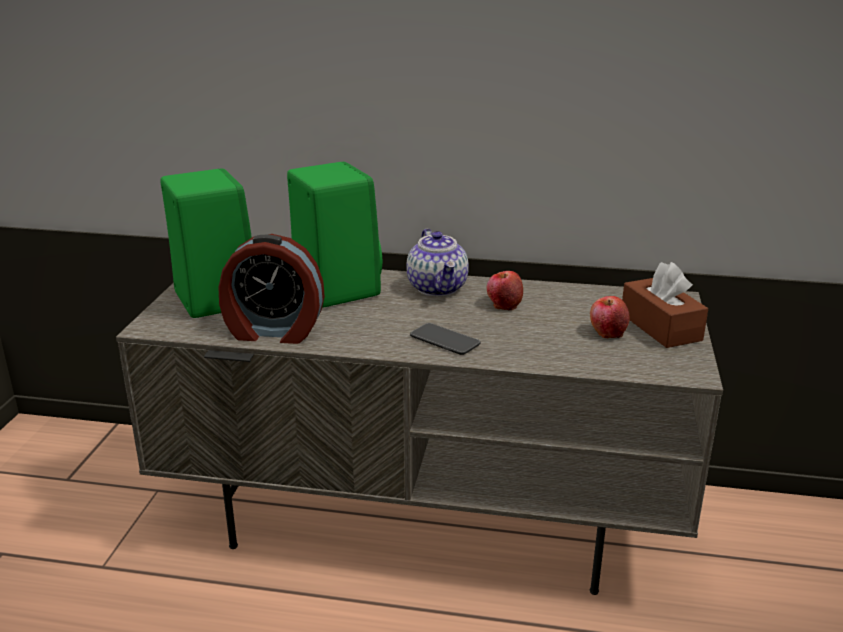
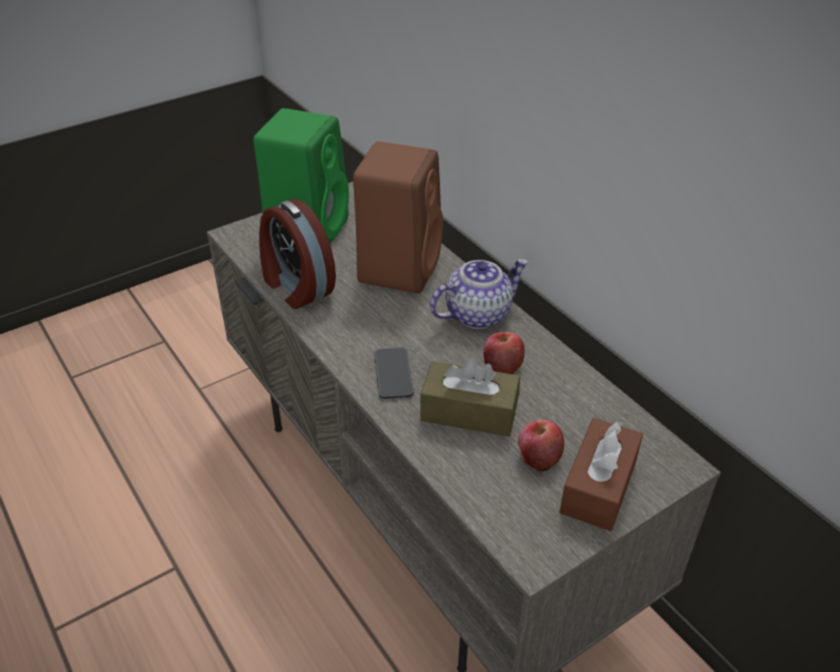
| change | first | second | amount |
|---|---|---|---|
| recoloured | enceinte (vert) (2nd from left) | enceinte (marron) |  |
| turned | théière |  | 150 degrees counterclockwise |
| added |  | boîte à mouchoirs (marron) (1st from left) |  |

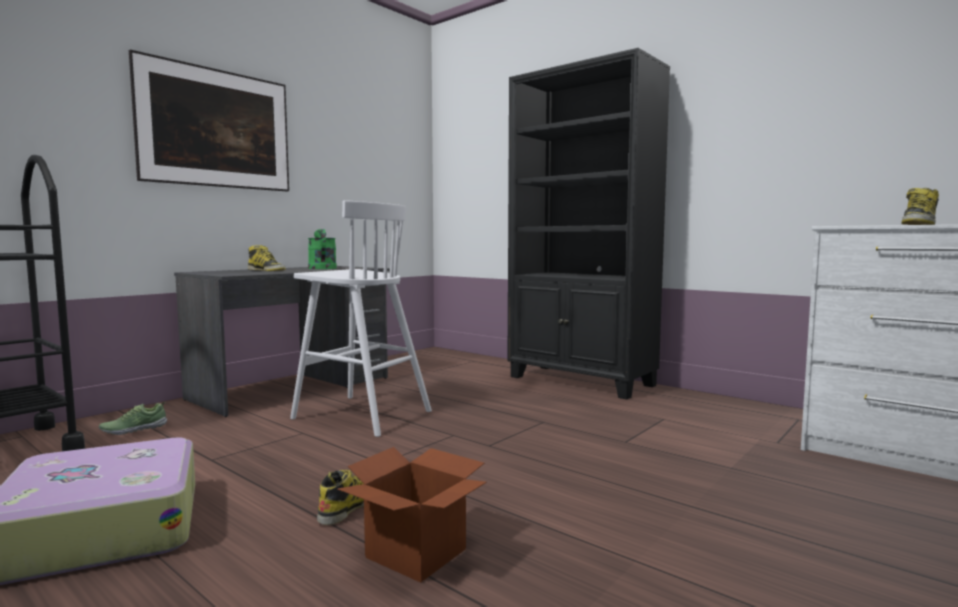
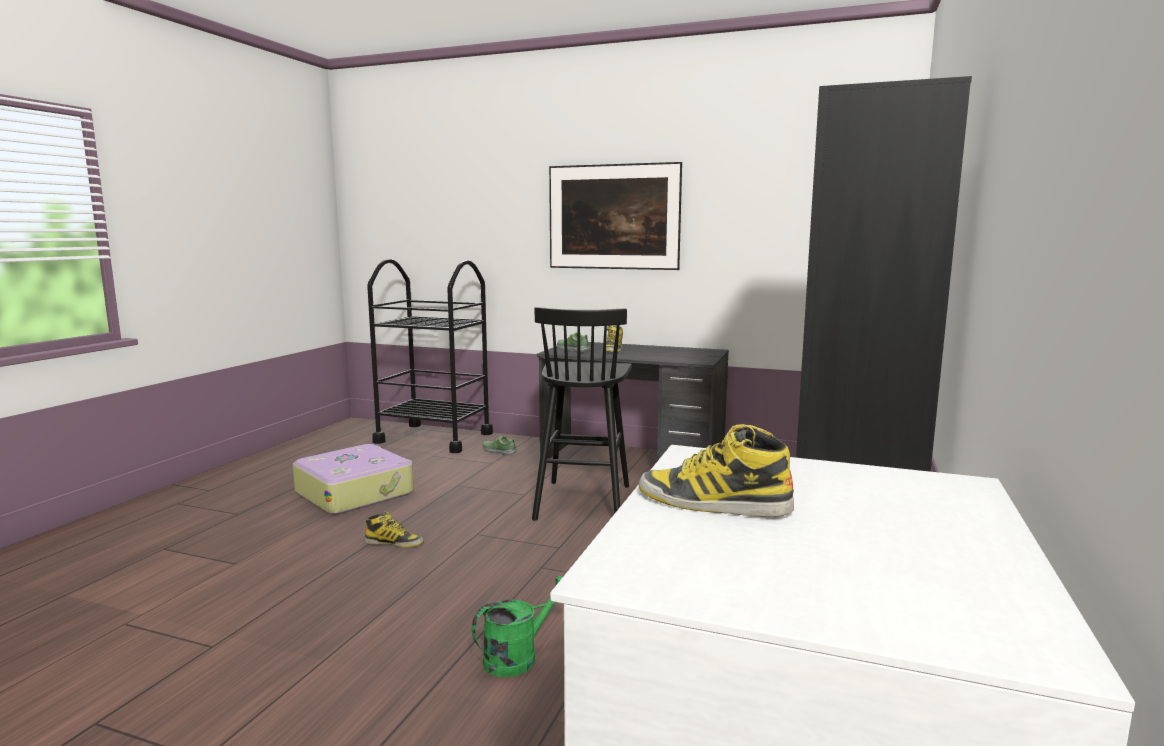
| change | first | second | amount |
|---|---|---|---|
| recoloured | tabouret (blanc) | tabouret (noir) |  |
| moved | arrosoir (vert) |  |  |
| removed | carton |  |  |
| added |  | chaussure (2nd from left) |  |

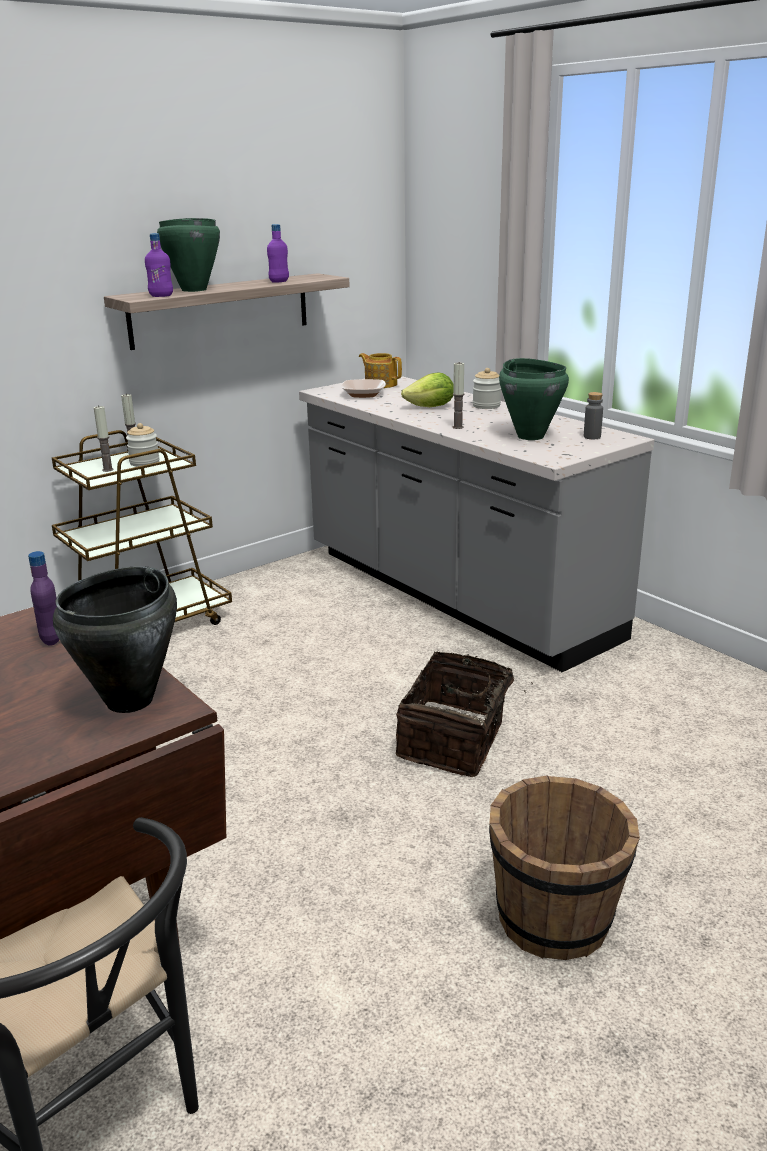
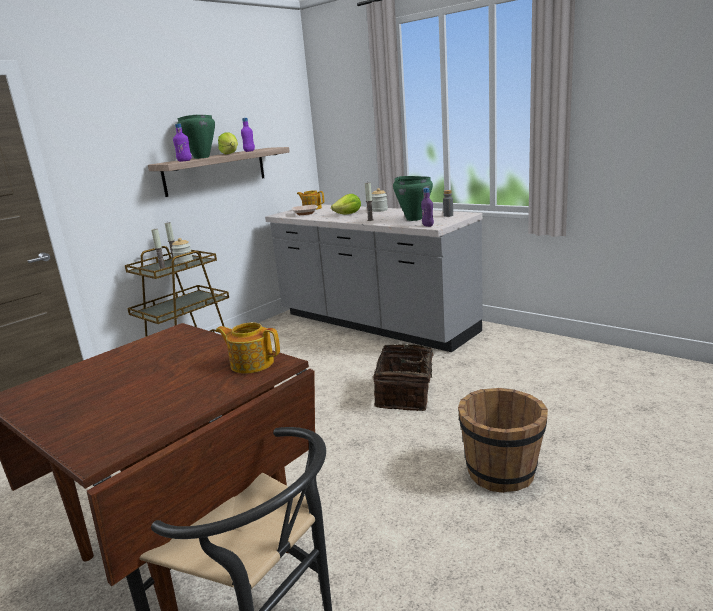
| change | first | second | amount |
|---|---|---|---|
| moved | bouteille (violet) (1st from left in the first image) | bouteille (violet) (3rd from left) |  |
| replaced | marmite (noir) | théière (1st from left) |  |
| added |  | laitue (1st from left) |  |

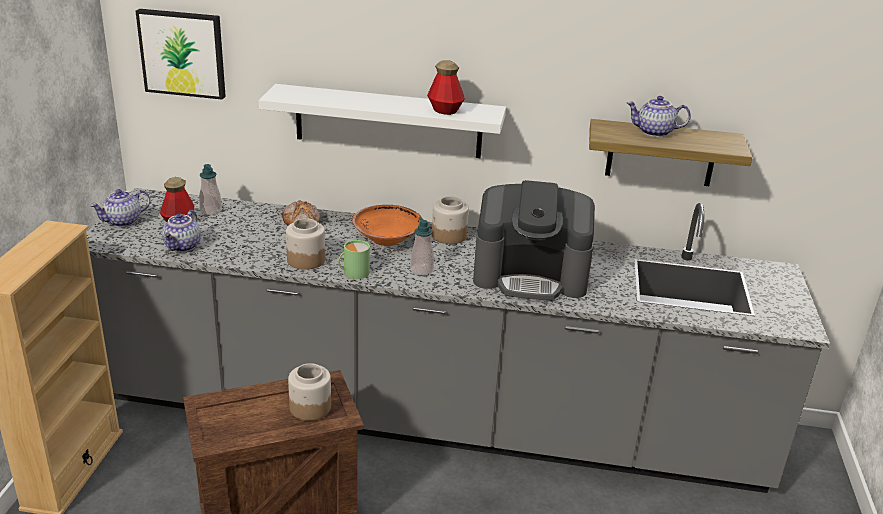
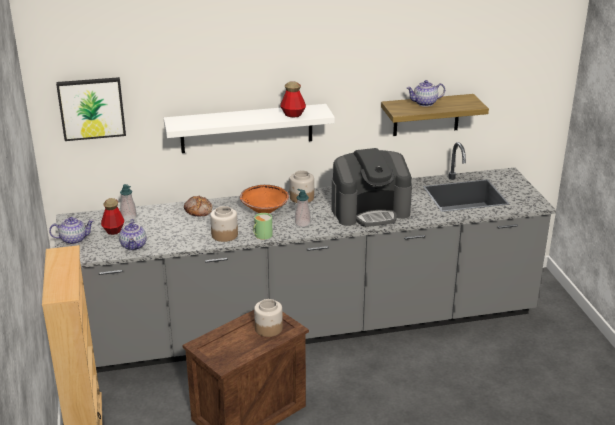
| change | first | second | amount |
|---|---|---|---|
| turned | théière (1st from left) |  | 135 degrees counterclockwise |

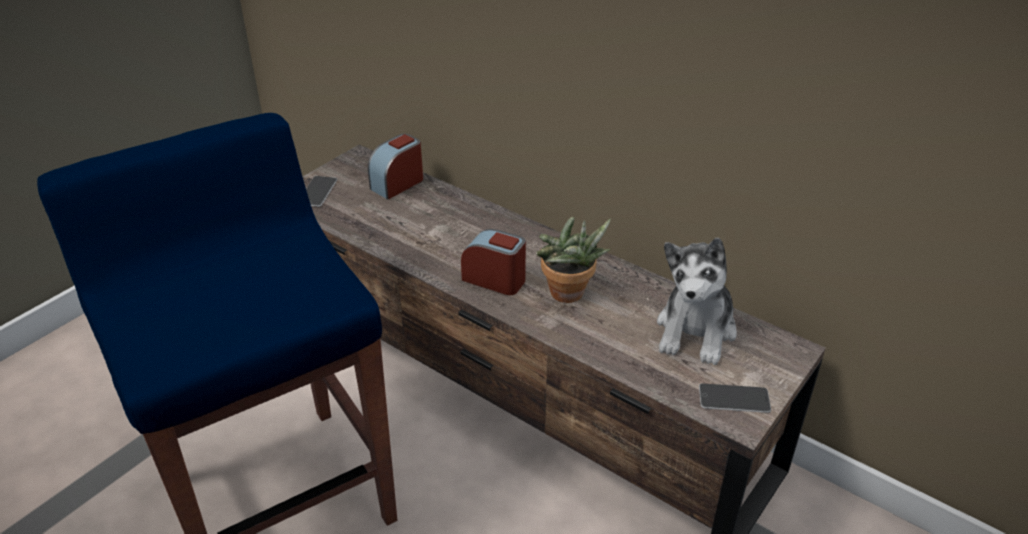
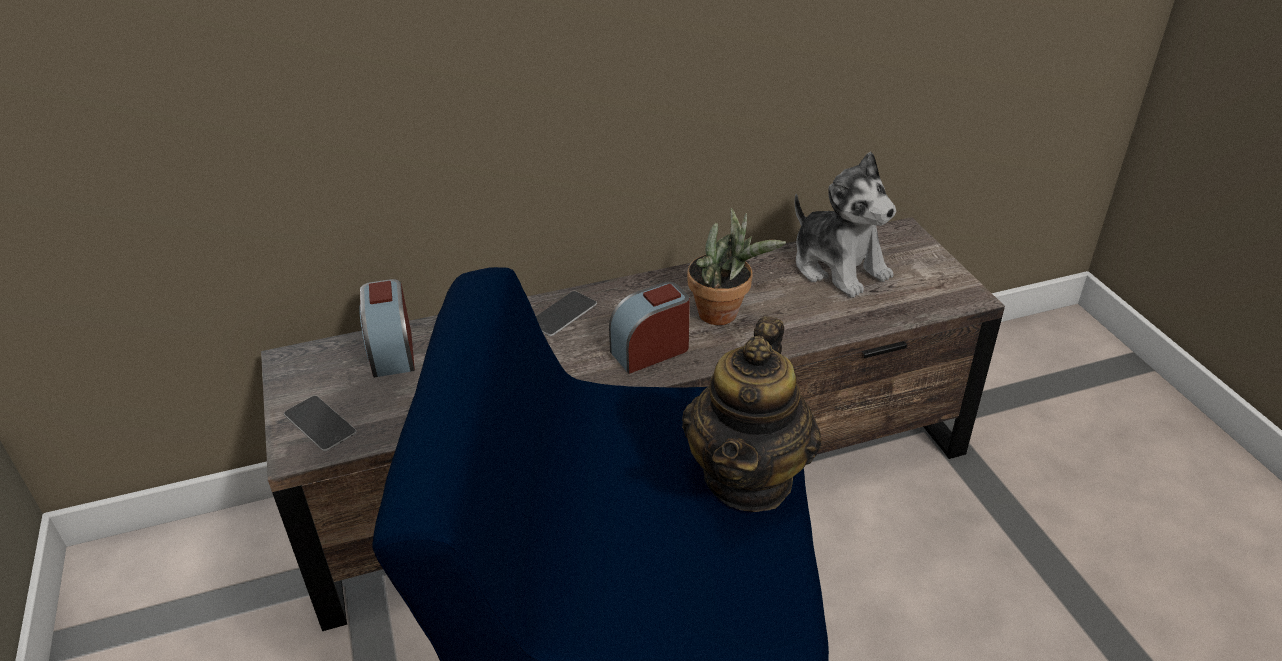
| change | first | second | amount |
|---|---|---|---|
| moved | téléphone (2nd from left) |  |  |
| added |  | théière |  |

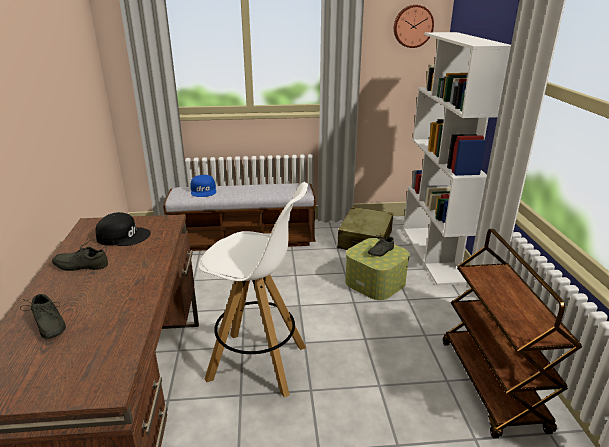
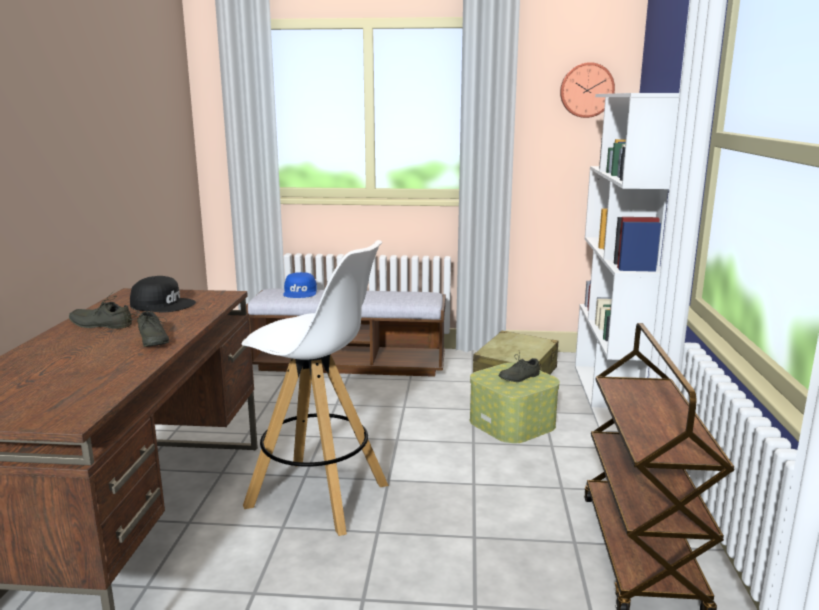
| change | first | second | amount |
|---|---|---|---|
| moved | chaussure (gris) (1st from left in the first image) | chaussure (gris) (2nd from left) |  |

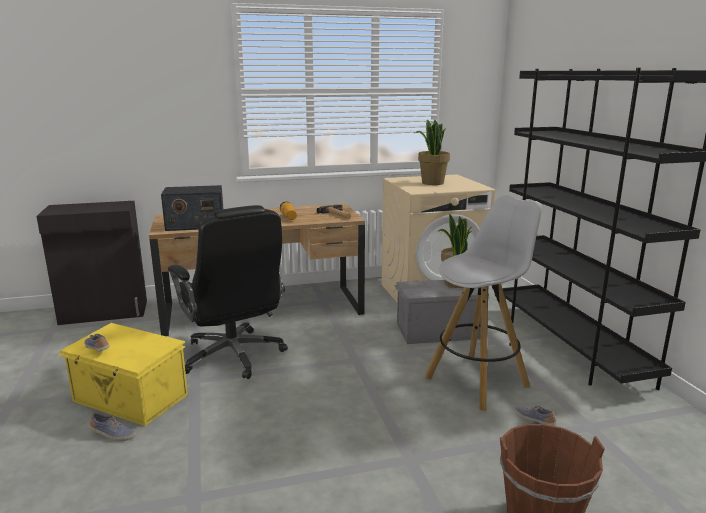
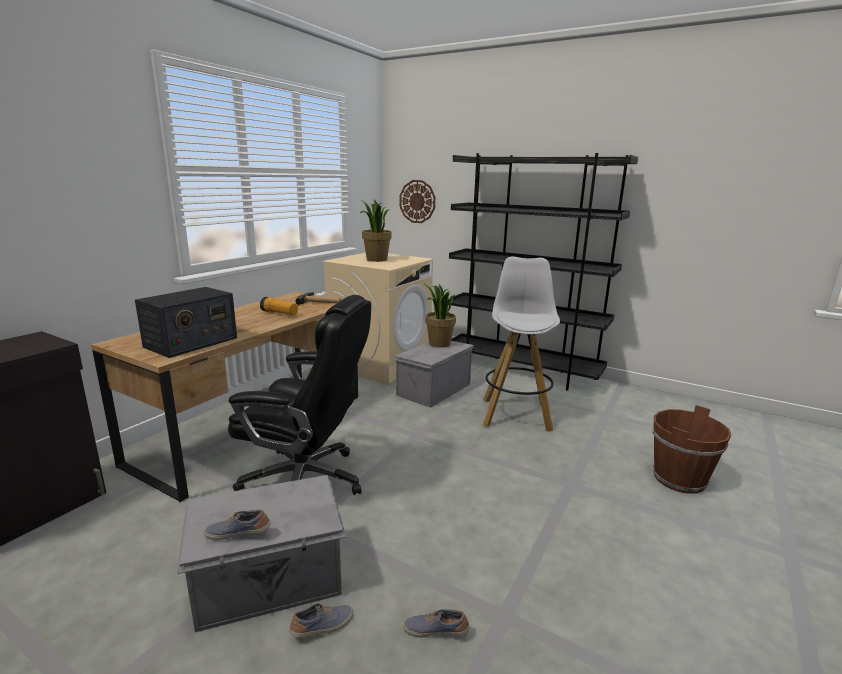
| change | first | second | amount |
|---|---|---|---|
| recoloured | boîte de rangement (jaune) | boîte de rangement (gris) (1st from left) |  |
| moved | chaussure (3rd from left) |  |  |
| added |  | horloge murale |  |

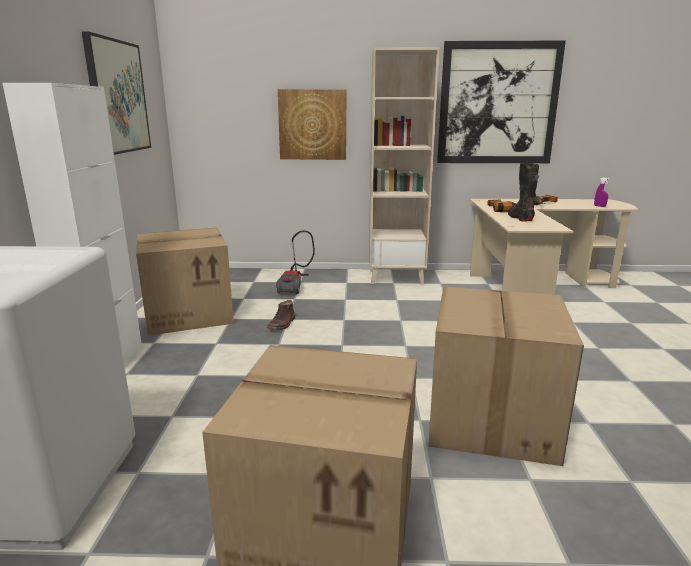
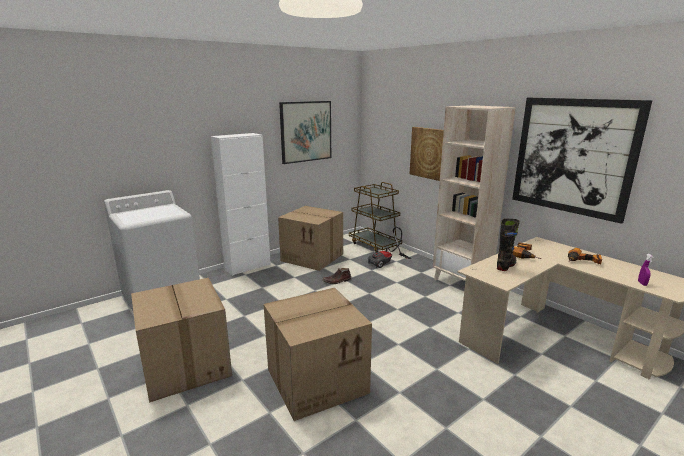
| change | first | second | amount |
|---|---|---|---|
| added |  | chariot (marron) |  |

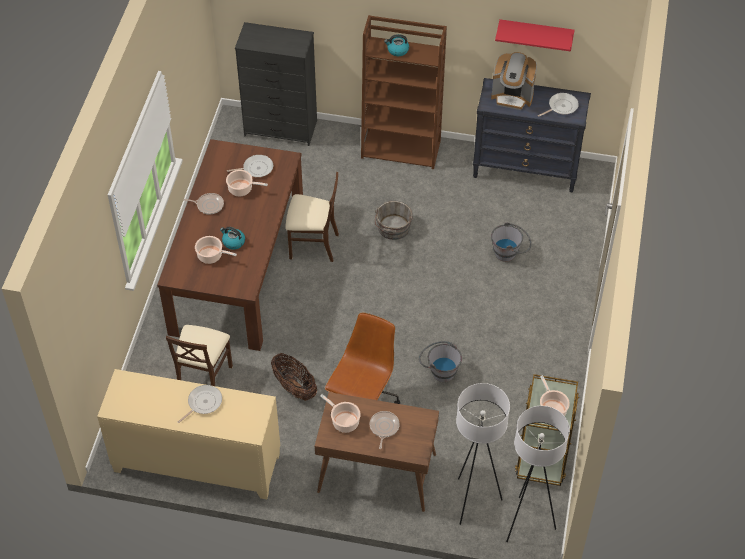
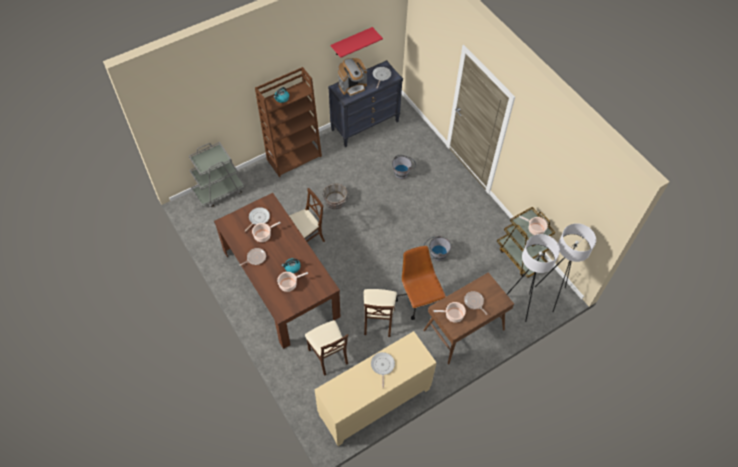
| change | first | second | amount |
|---|---|---|---|
| replaced | commode (noir) (1st from left) | chariot (gris) |  |
| replaced | panier | chaise (beige) (3rd from left) |  |

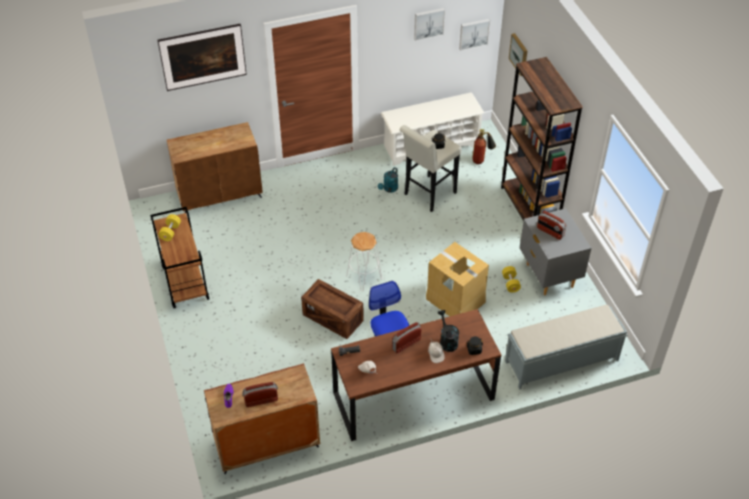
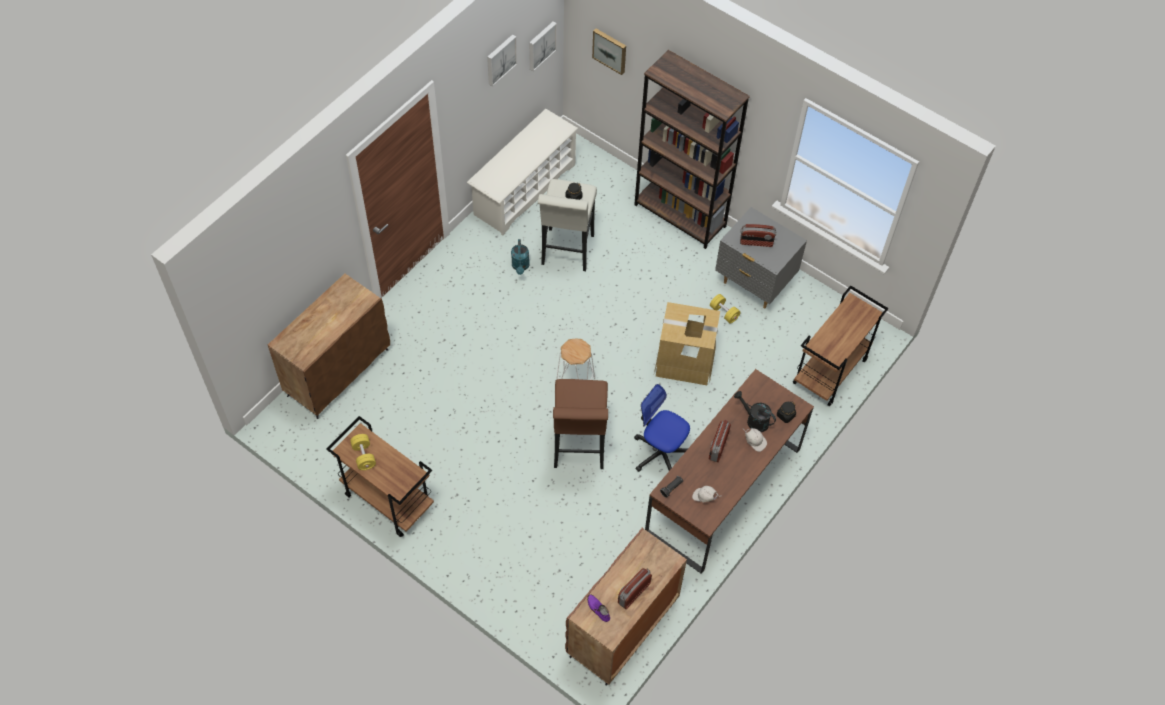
| change | first | second | amount |
|---|---|---|---|
| removed | tableau (1st from left) |  |  |
| replaced | caisse | tabouret (marron) |  |
| removed | extincteur |  |  |
| replaced | banc (gris) | chariot (marron) (2nd from left) |  |

